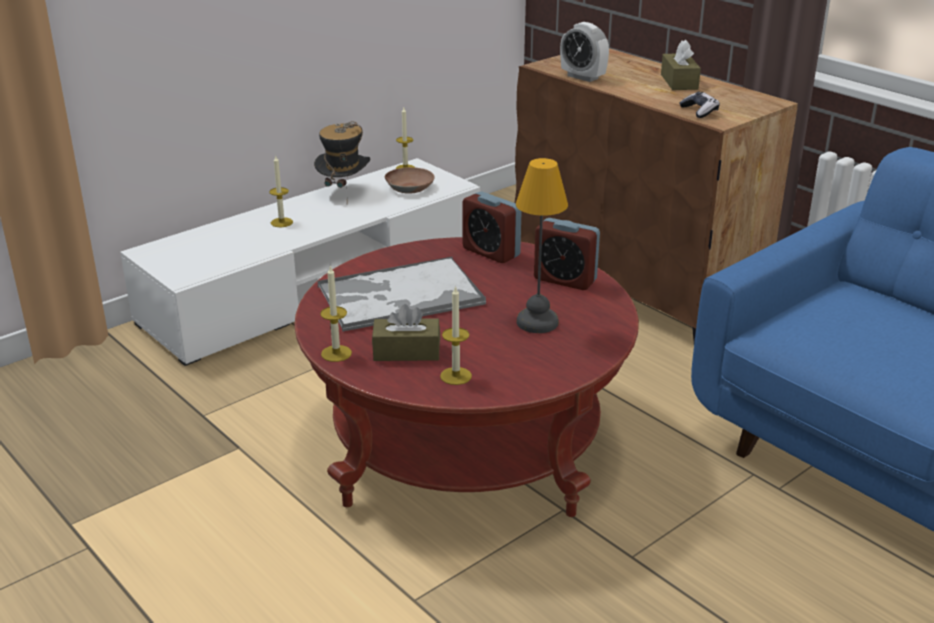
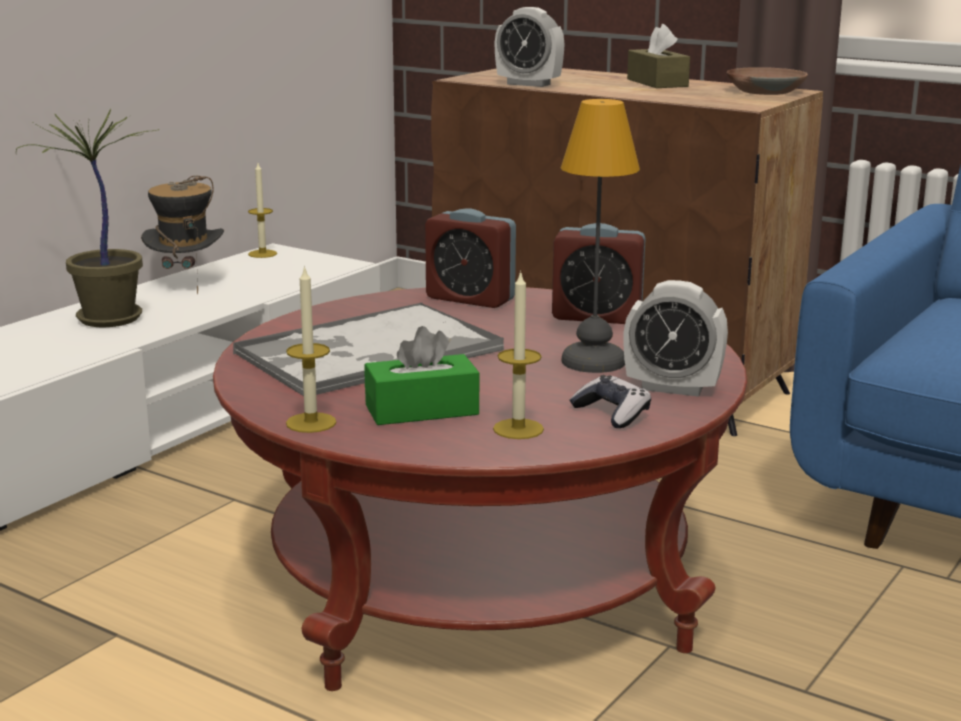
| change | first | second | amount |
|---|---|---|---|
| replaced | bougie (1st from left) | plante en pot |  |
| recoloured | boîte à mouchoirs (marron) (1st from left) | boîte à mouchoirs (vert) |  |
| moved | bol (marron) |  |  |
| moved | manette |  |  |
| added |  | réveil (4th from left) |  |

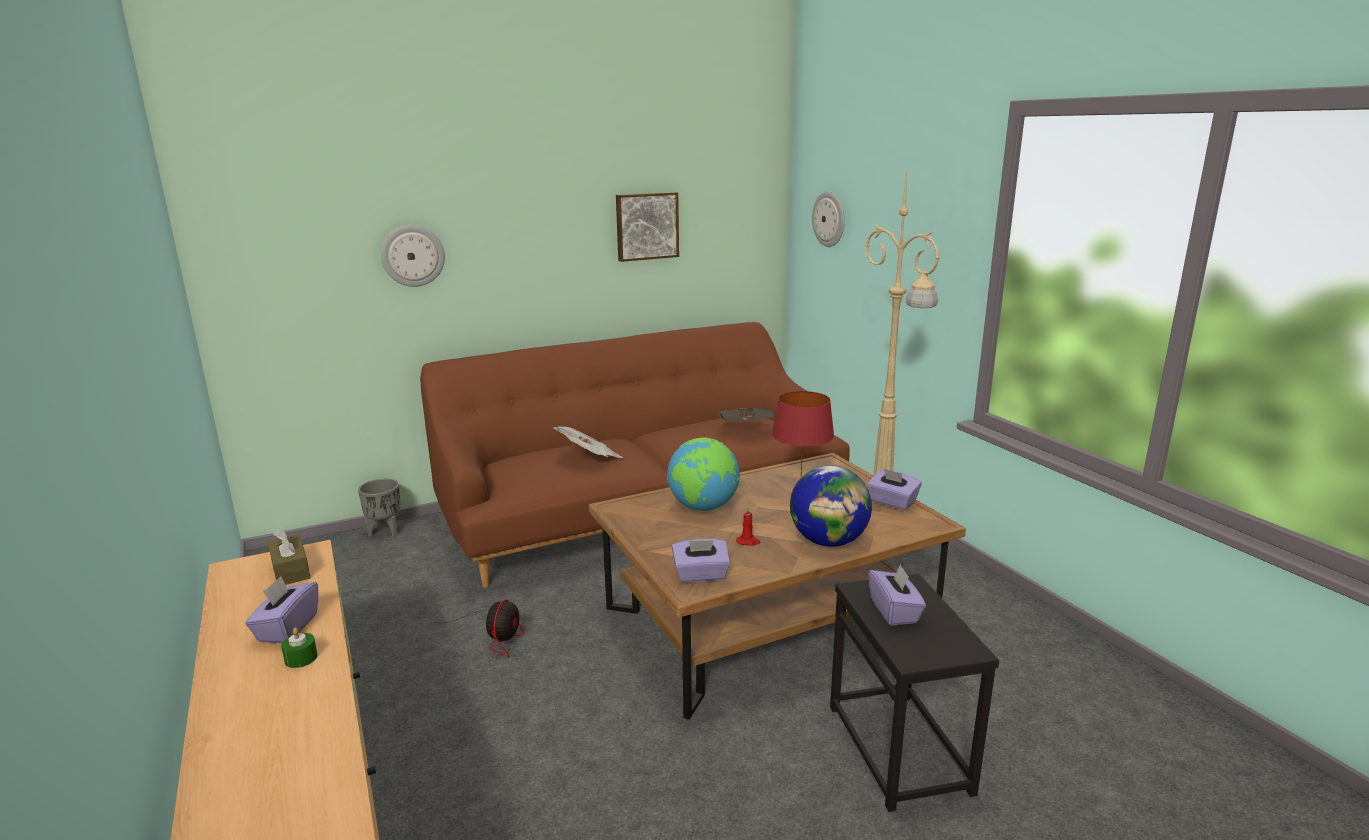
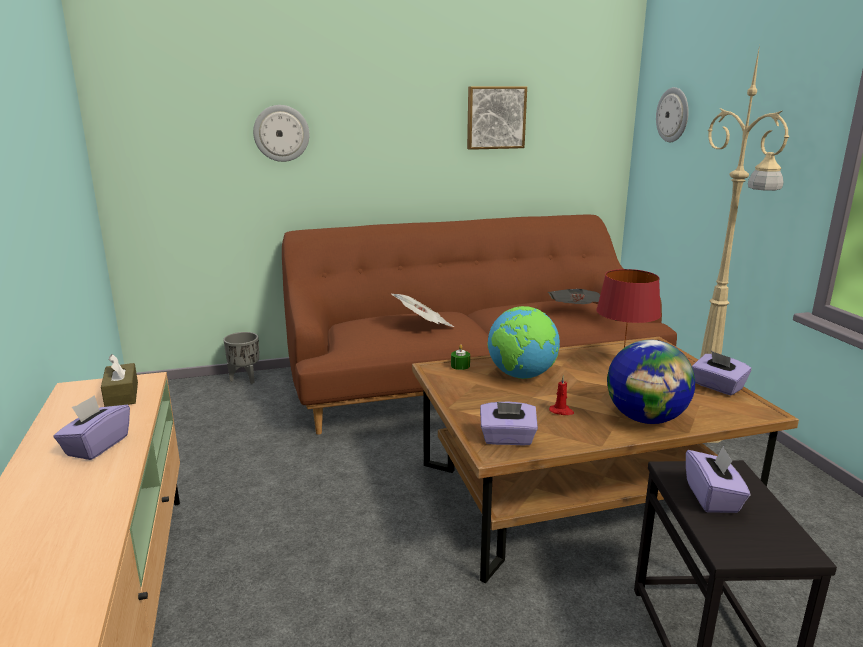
| change | first | second | amount |
|---|---|---|---|
| moved | bougie (vert) |  |  |
| removed | ventilateur |  |  |

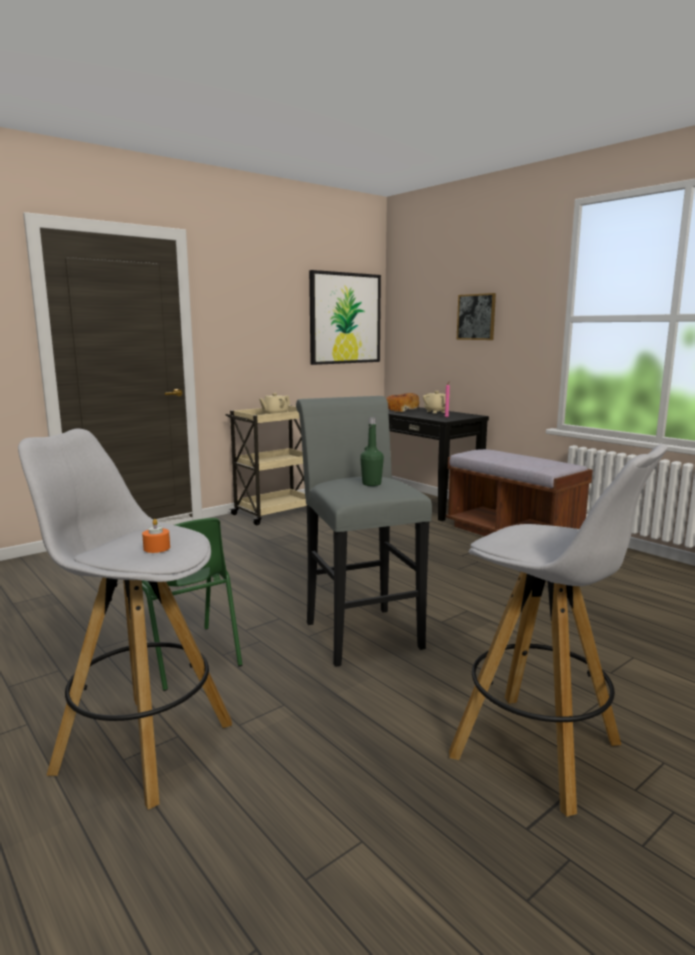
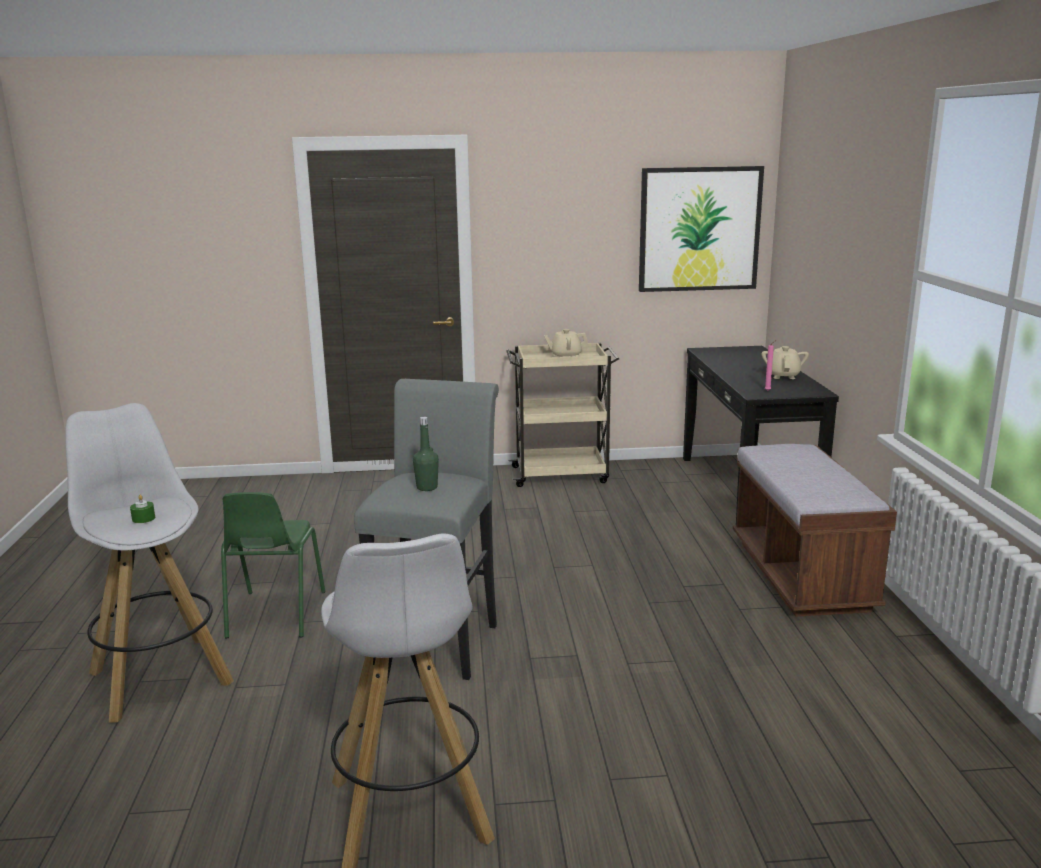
| change | first | second | amount |
|---|---|---|---|
| recoloured | bougie (orange) | bougie (vert) |  |
| removed | pain |  |  |
| removed | tableau (2nd from left) |  |  |

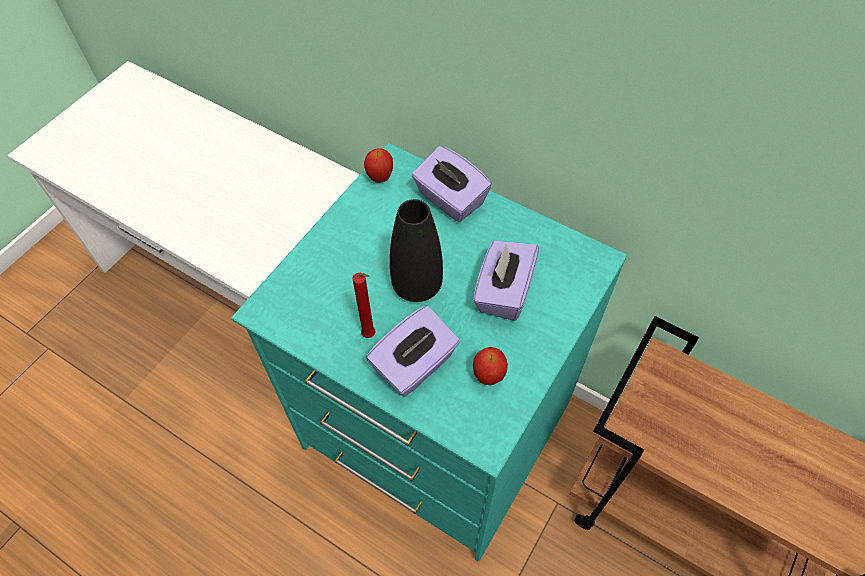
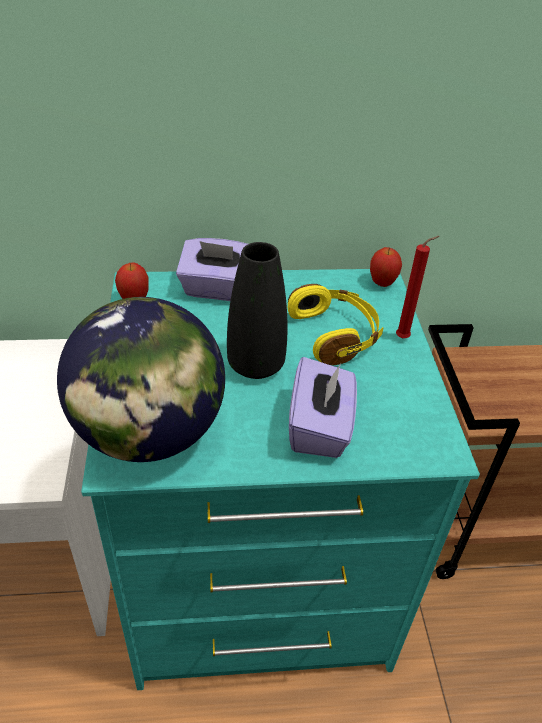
| change | first | second | amount |
|---|---|---|---|
| moved | bougie (rouge) |  |  |
| replaced | boîte à mouchoirs (violet) (3rd from left) | casque audio (jaune) |  |
| moved | pomme (2nd from left) |  |  |
| added |  | globe |  |

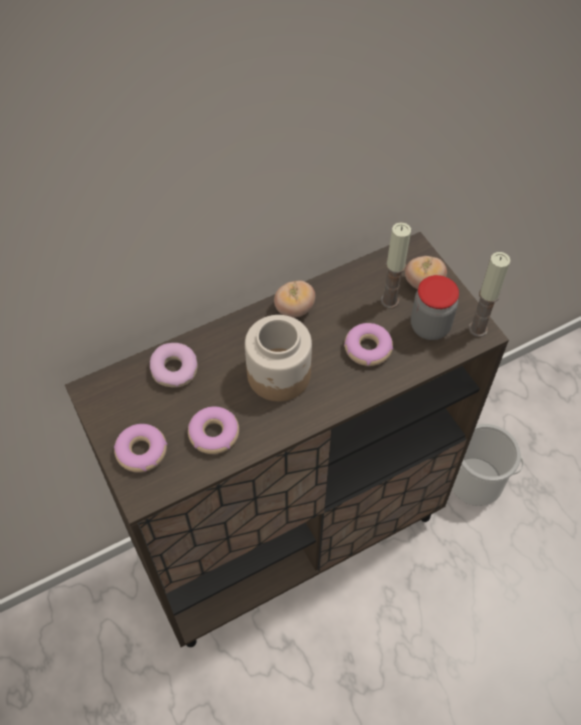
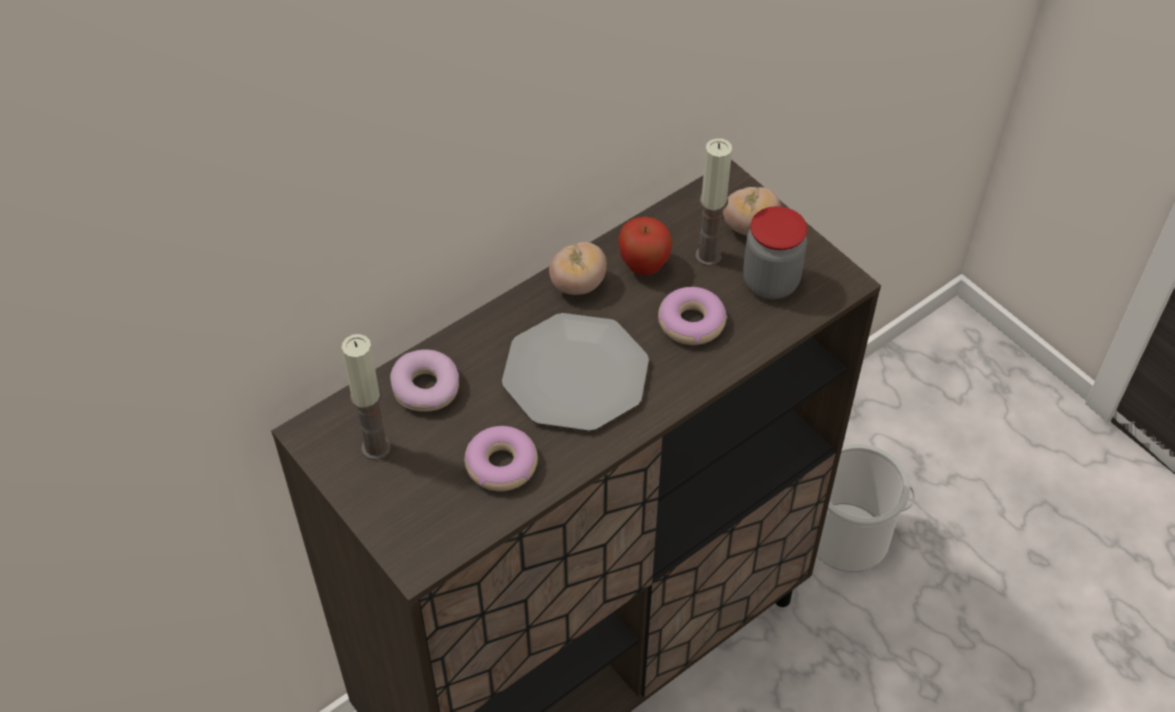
| change | first | second | amount |
|---|---|---|---|
| removed | beignet (1st from left) |  |  |
| replaced | bocal (1st from left) | assiette |  |
| moved | bougie (2nd from left in the first image) | bougie (1st from left) |  |
| added |  | pomme |  |

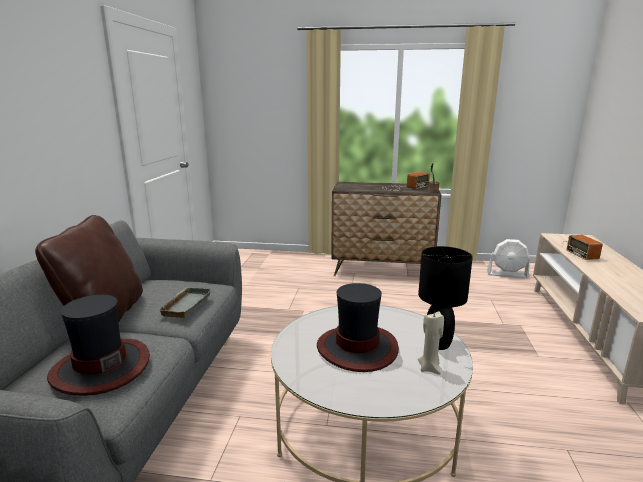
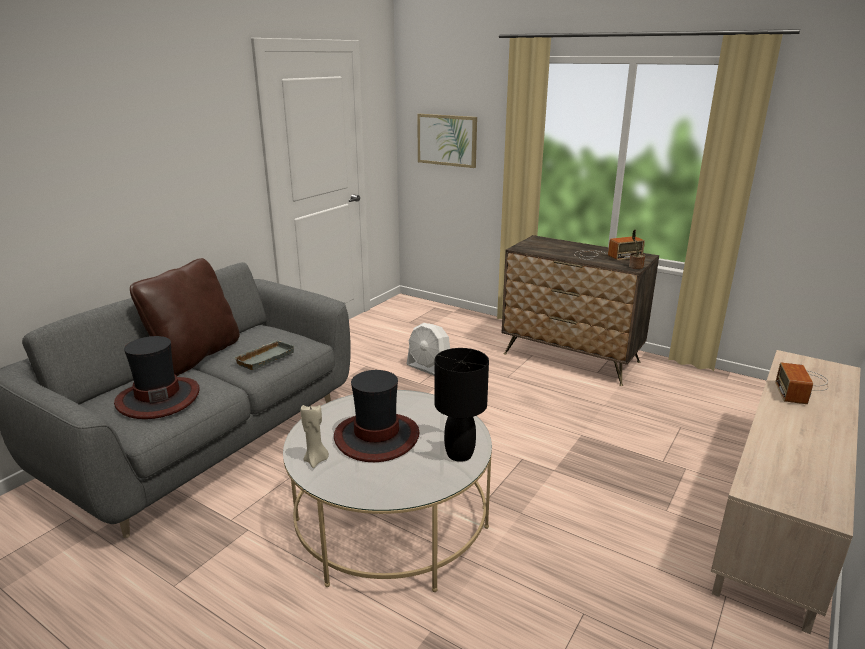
| change | first | second | amount |
|---|---|---|---|
| moved | bougie (beige) |  |  |
| moved | ventilateur (blanc) |  |  |
| added |  | tableau |  |

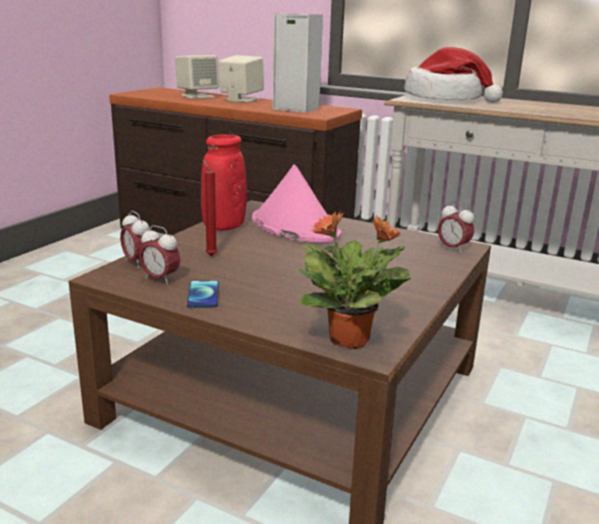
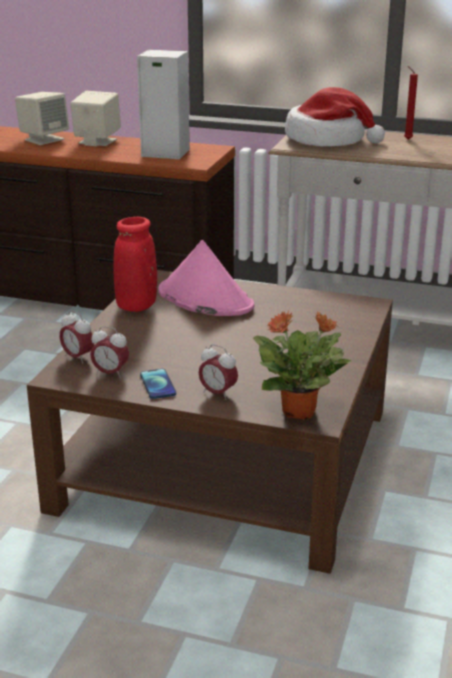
| change | first | second | amount |
|---|---|---|---|
| moved | bougie (rouge) |  |  |
| moved | réveil (3rd from left) |  |  |

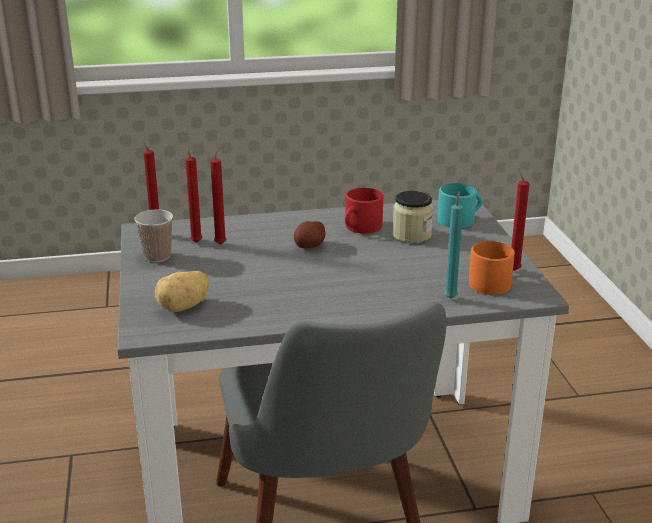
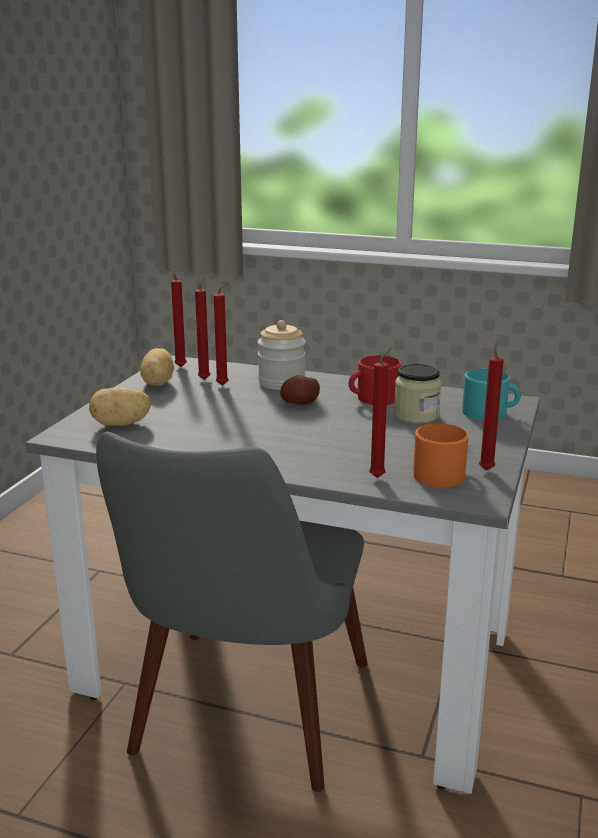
| change | first | second | amount |
|---|---|---|---|
| replaced | tasse | pomme de terre (2nd from left) |  |
| recoloured | bougie (turquoise) | bougie (rouge) (4th from left) |  |
| added |  | bocal (1st from left) |  |

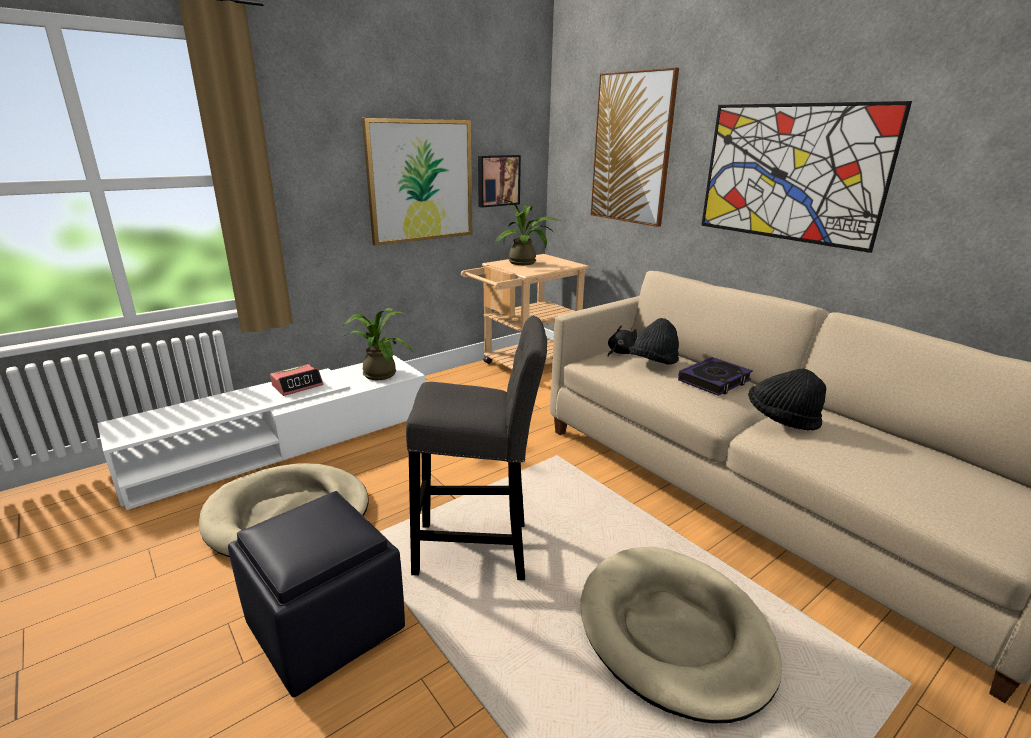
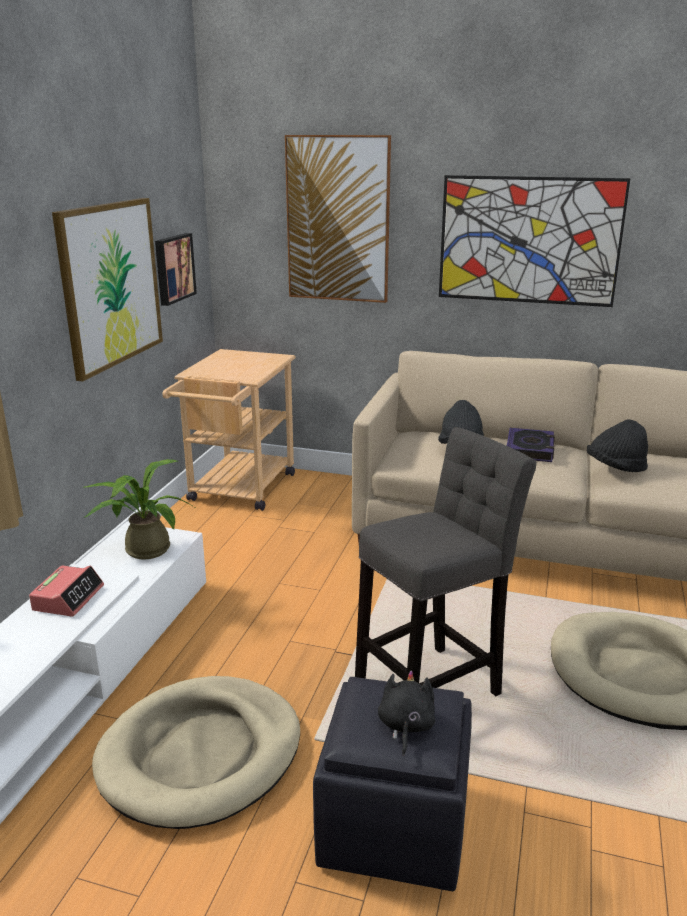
| change | first | second | amount |
|---|---|---|---|
| removed | plante en pot (2nd from left) |  |  |
| moved | peluche (noir) |  |  |

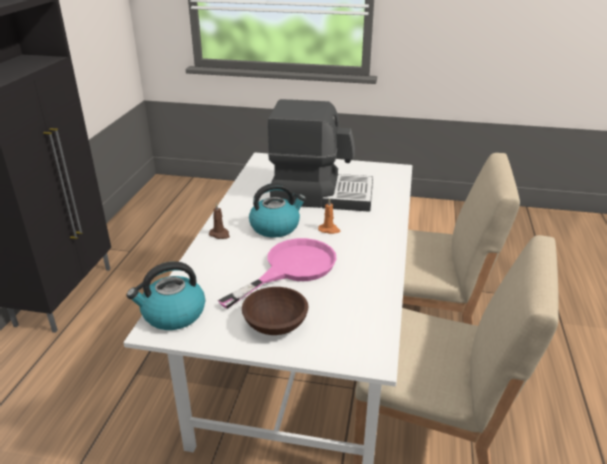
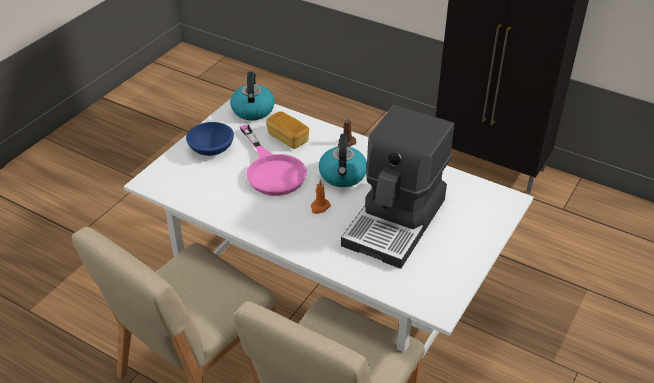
| change | first | second | amount |
|---|---|---|---|
| recoloured | bol (marron) | bol (bleu) |  |
| added |  | pain |  |

